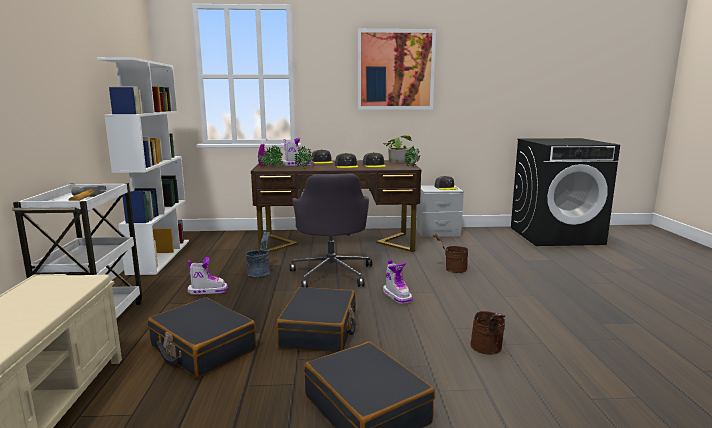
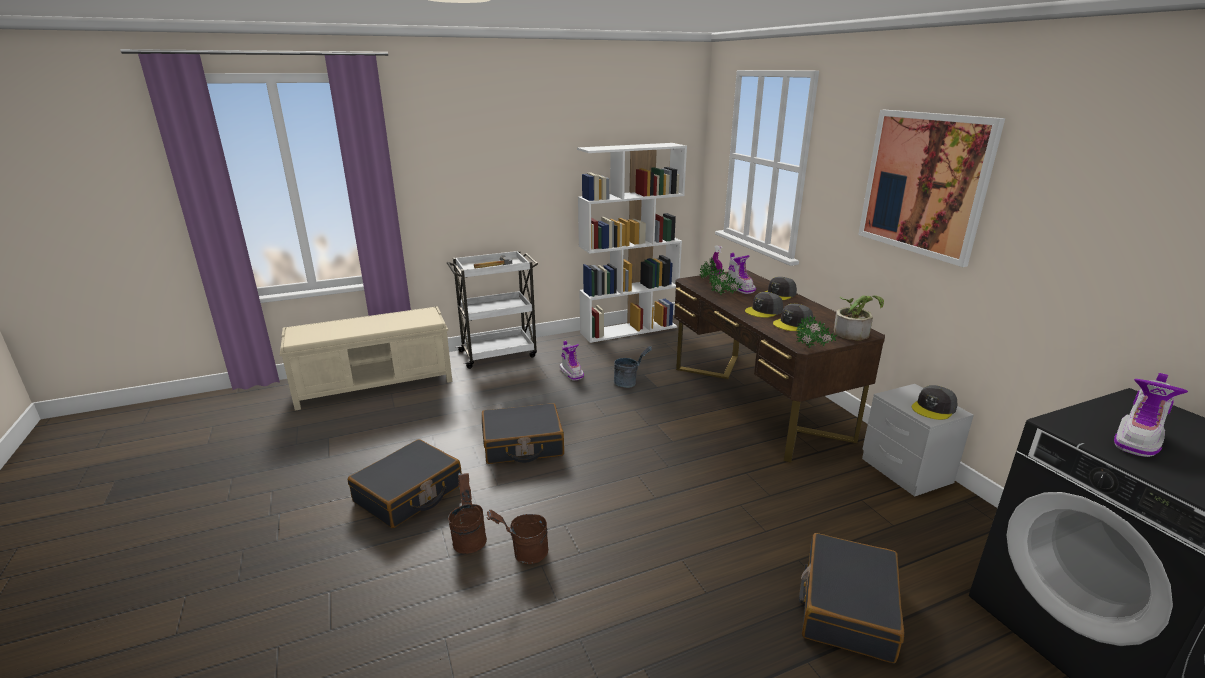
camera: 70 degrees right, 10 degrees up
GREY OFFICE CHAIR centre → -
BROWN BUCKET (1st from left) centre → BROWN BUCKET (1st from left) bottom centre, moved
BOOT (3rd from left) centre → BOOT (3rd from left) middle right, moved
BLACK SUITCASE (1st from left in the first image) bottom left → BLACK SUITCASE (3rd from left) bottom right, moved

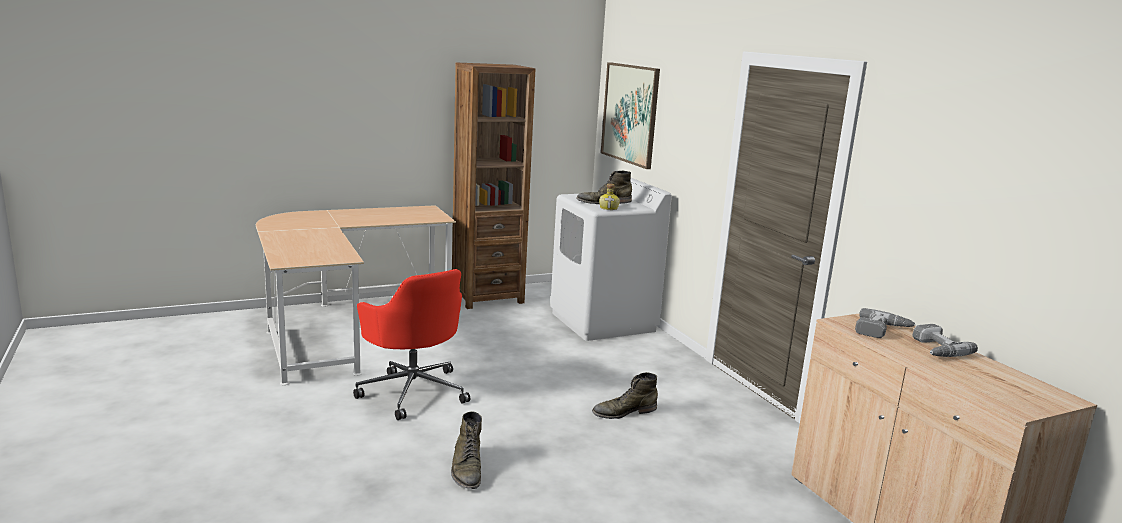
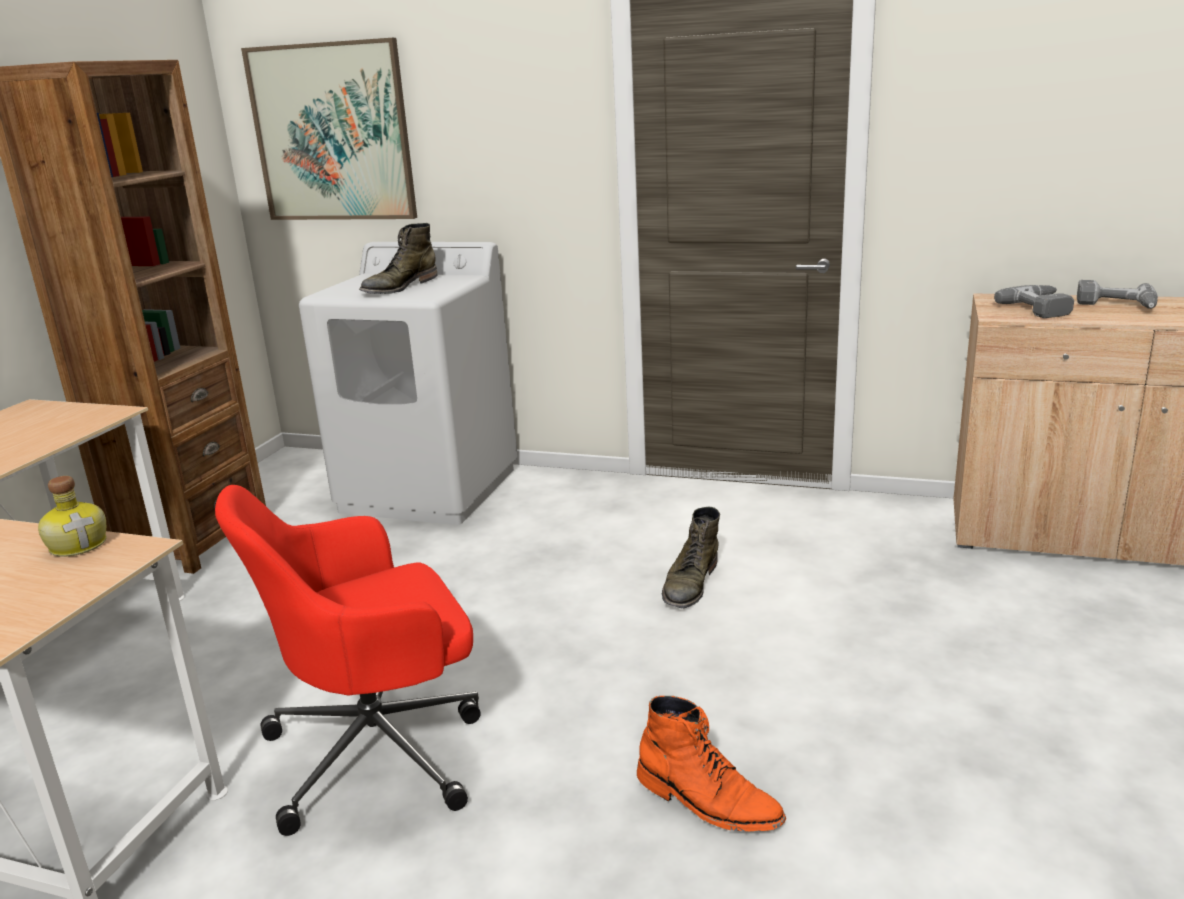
camera: 45 degrees left, 5 degrees up
BOTTLE centre → BOTTLE middle left, moved
RED OFFICE CHAIR centre → RED OFFICE CHAIR bottom left, 150 degrees clockwise
GREEN BOOT (1st from left) bottom centre → ORANGE BOOT bottom centre

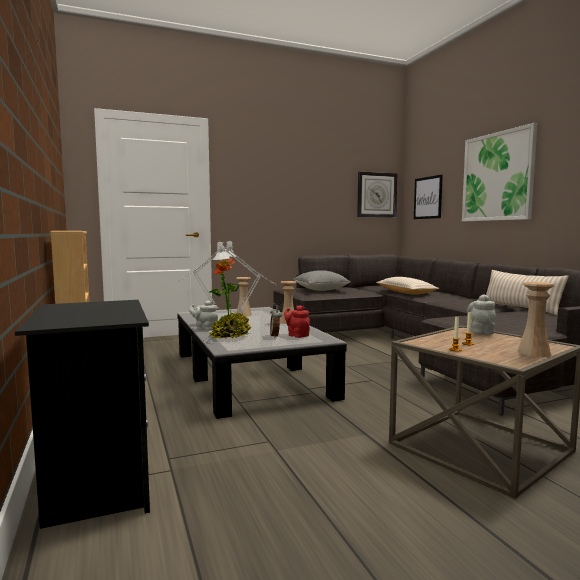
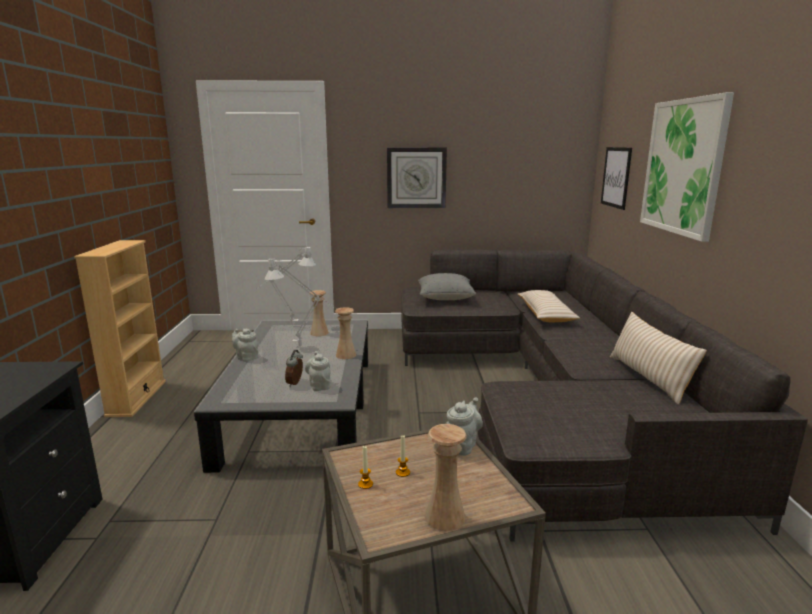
camera: 20 degrees right, 10 degrees up
WALL CLOCK centre → WALL CLOCK top centre, moved
POTTED PLANT centre → -
RED TEAPOT centre → GREY TEAPOT (2nd from left) centre

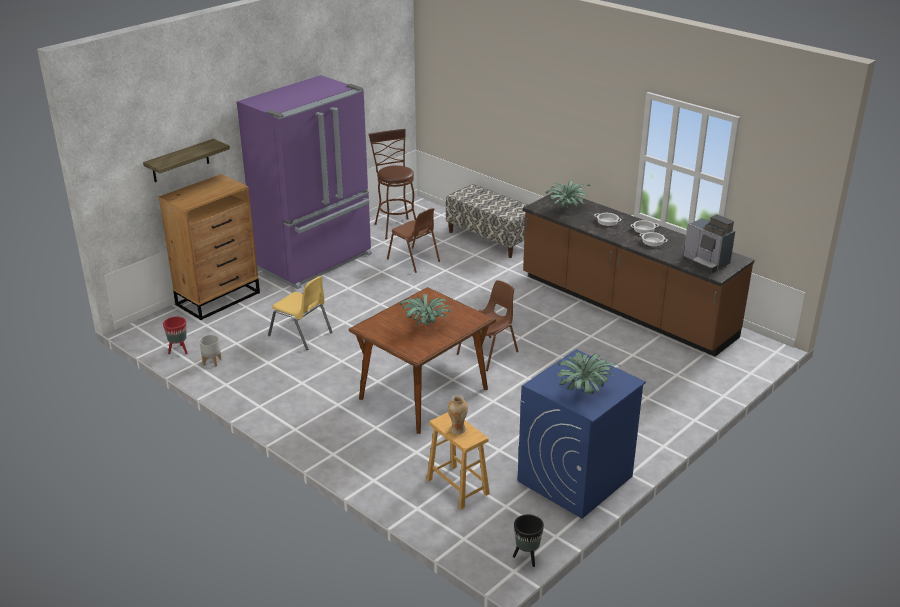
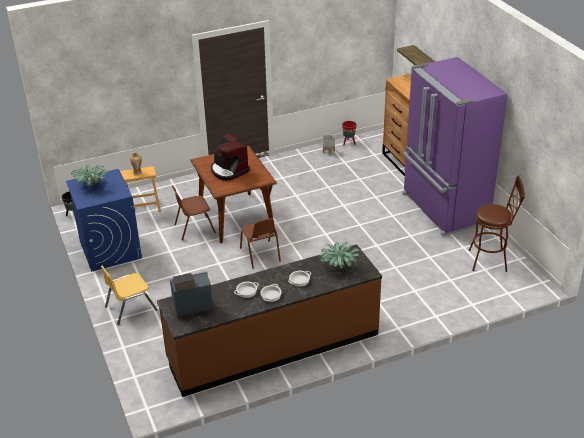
camera: 115 degrees right, 5 degrees up
BENCH centre → -
BROWN CHAIR (1st from left) centre → BROWN CHAIR (1st from left) middle left, moved
YELLOW CHAIR centre → YELLOW CHAIR bottom left, moved
POTTED PLANT (1st from left) centre → COFFEE MACHINE (2nd from left) centre

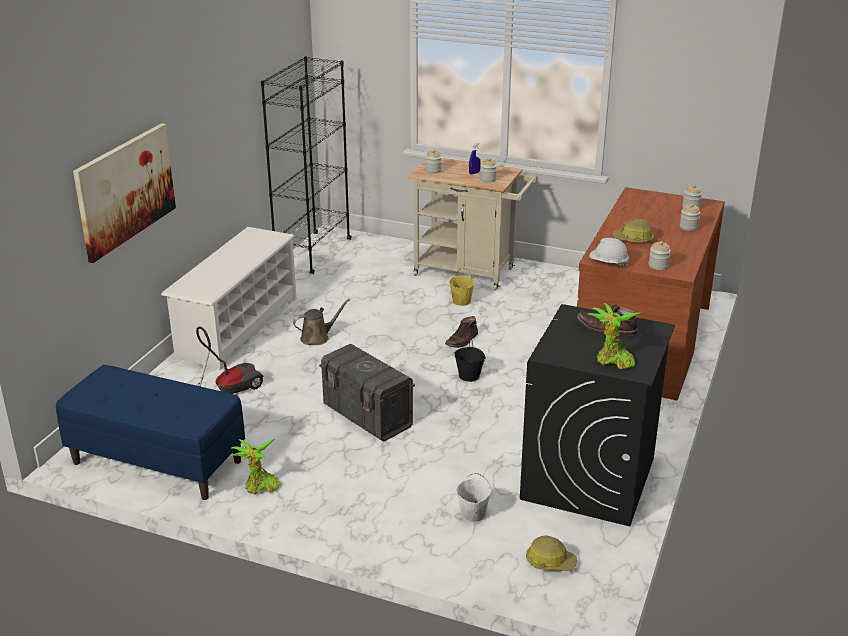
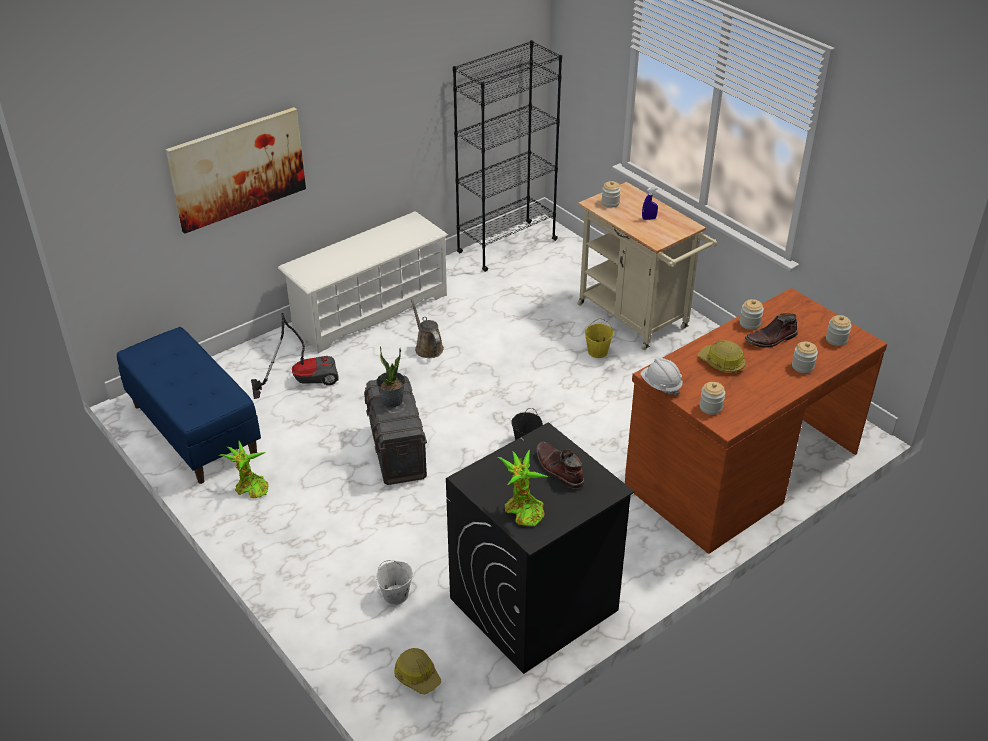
camera: 30 degrees right, 10 degrees up
JAR (2nd from left in the first image) top centre → JAR (3rd from left) middle right, moved
BROWN WATERING CAN centre, 120 degrees counterclockwise
BROWN BOOT (1st from left in the first image) centre → BROWN BOOT (2nd from left) middle right, moved
- → POTTED PLANT (2nd from left) centre

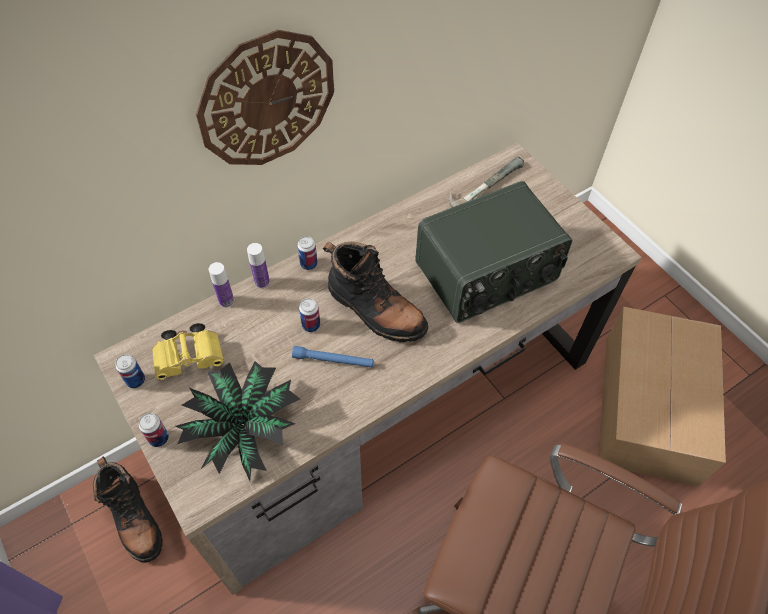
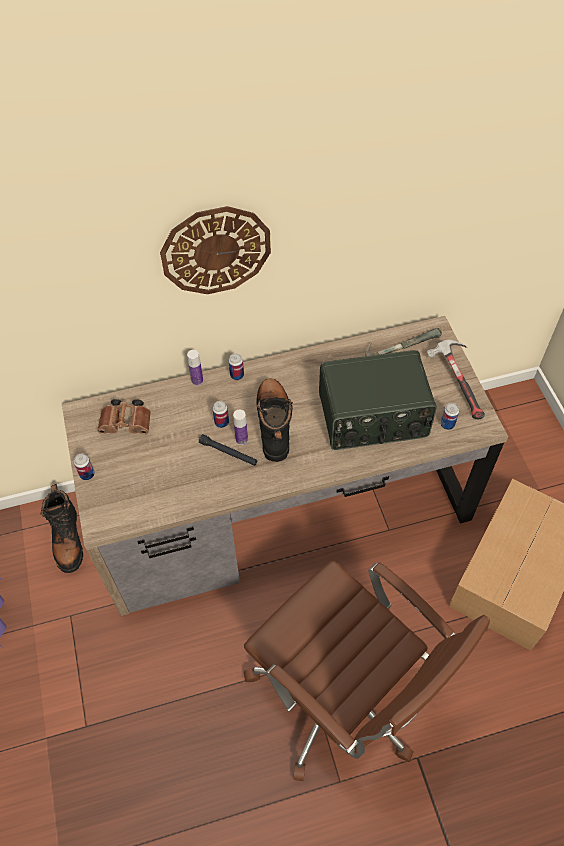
camera: 20 degrees right, 0 degrees up
BLACK BOOT (2nd from left) centre, 150 degrees counterclockwise
BOTTLE (1st from left in the first image) middle left → BOTTLE (2nd from left) centre, moved
YELLOW BINOCULARS middle left → BROWN BINOCULARS middle left
BLUE FLASHLIGHT centre → BLACK FLASHLIGHT centre
CAN (1st from left in the first image) middle left → CAN (4th from left) middle right, moved
POTTED PLANT bottom left → -
- → HAMMER (2nd from left) middle right

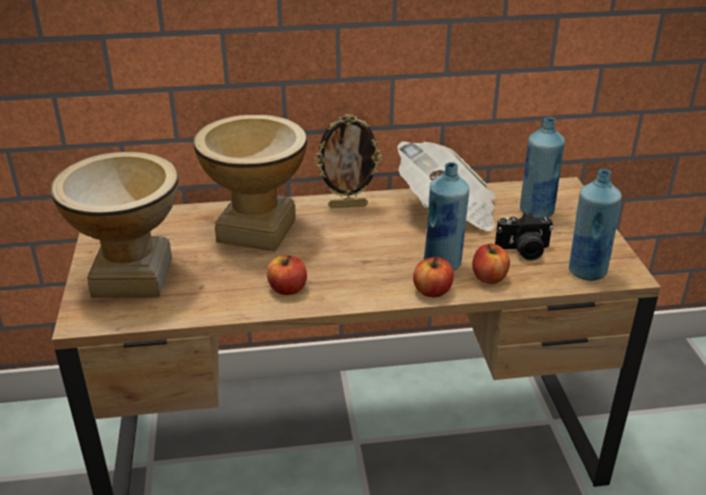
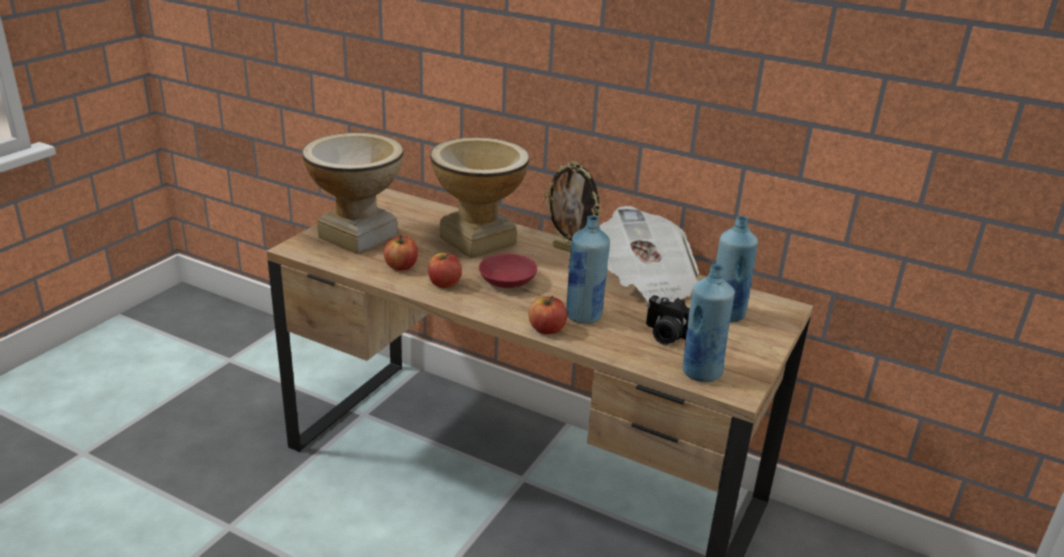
camera: 35 degrees right, 5 degrees down
APPLE (3rd from left in the first image) middle right → APPLE (1st from left) centre, moved
- → RED BOWL centre

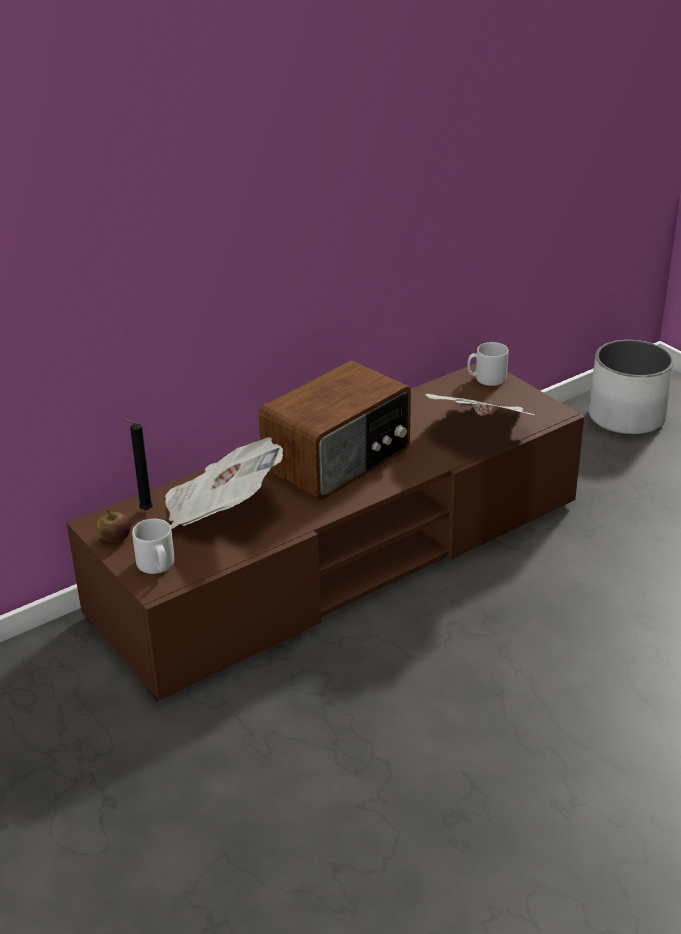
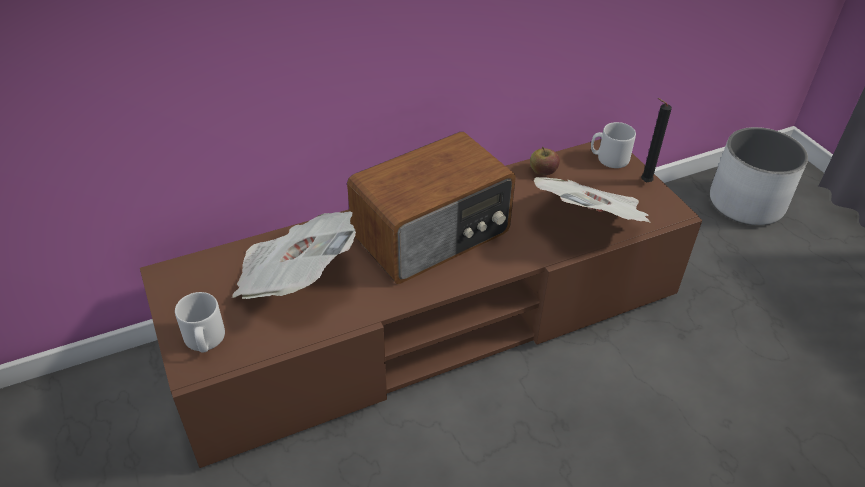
camera: 10 degrees right, 10 degrees up
BLACK CANDLE middle left → BLACK CANDLE top right, moved
APPLE middle left → APPLE top centre, moved

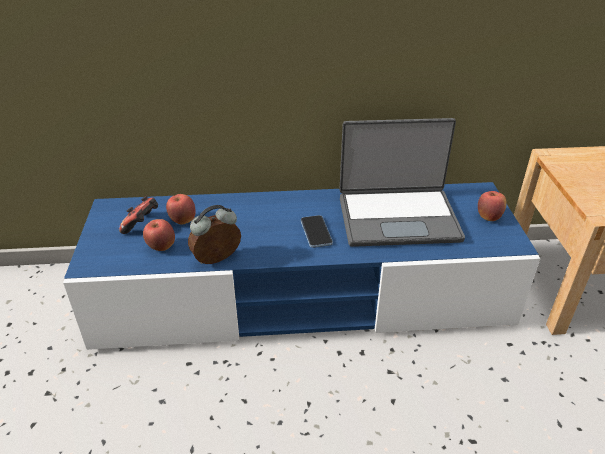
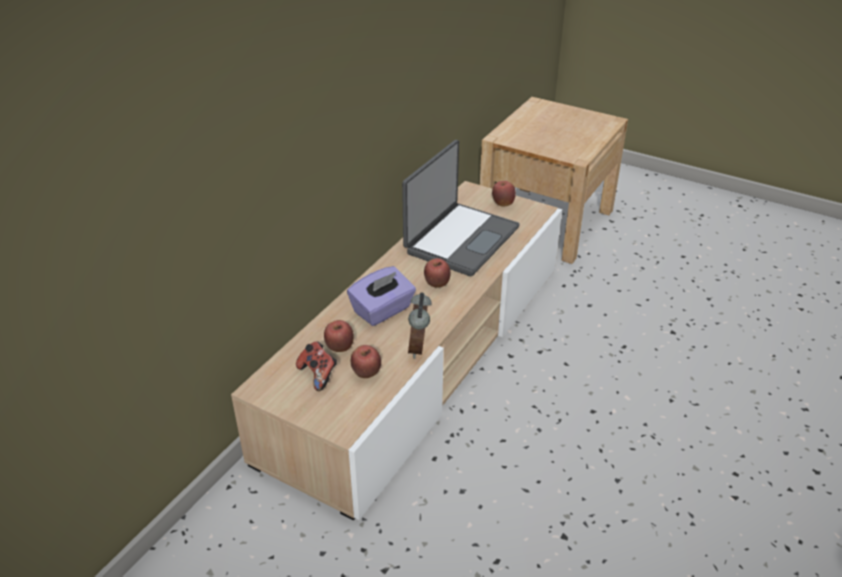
camera: 55 degrees left, 0 degrees up
BLUE TV STAND centre → BEIGE TV STAND centre
PHONE centre → APPLE (3rd from left) centre
- → PURPLE TISSUE BOX centre

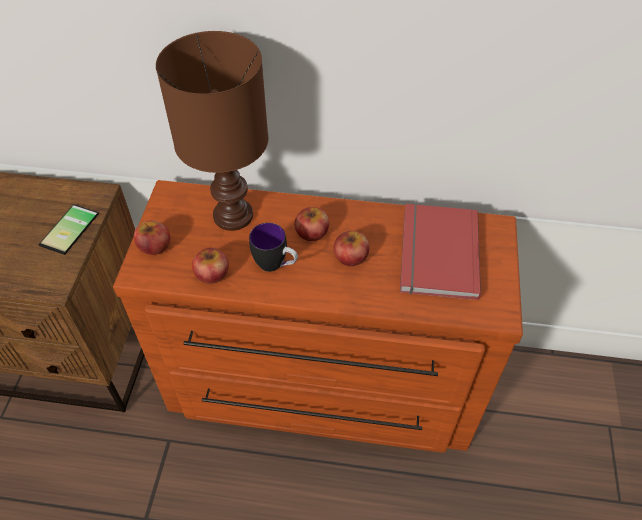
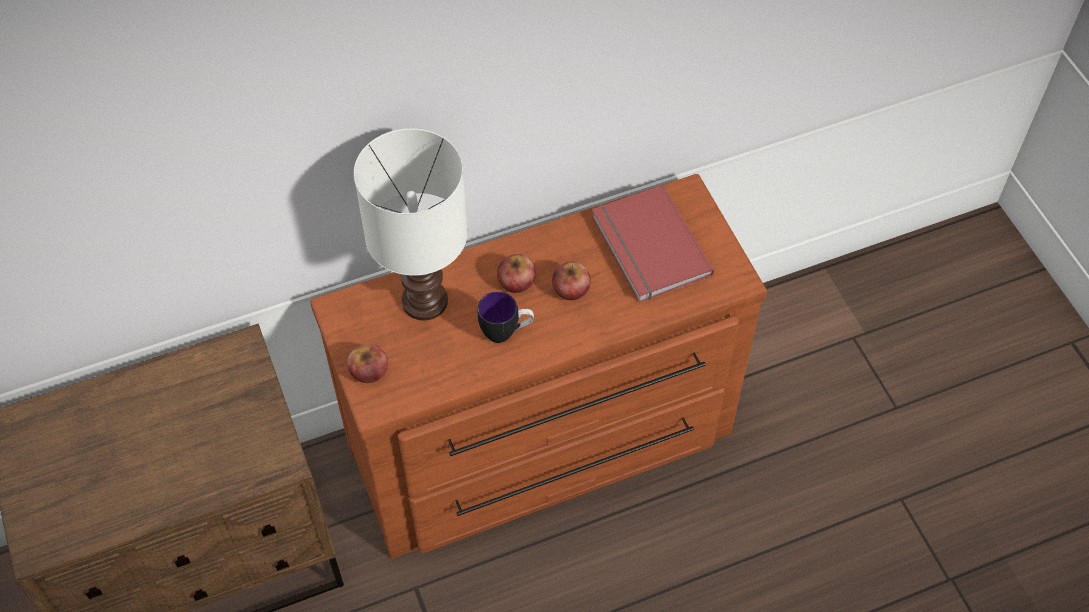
camera: 30 degrees left, 5 degrees up
BROWN TABLE LAMP top left → WHITE TABLE LAMP centre
PHONE middle left → -
APPLE (2nd from left) middle left → -

